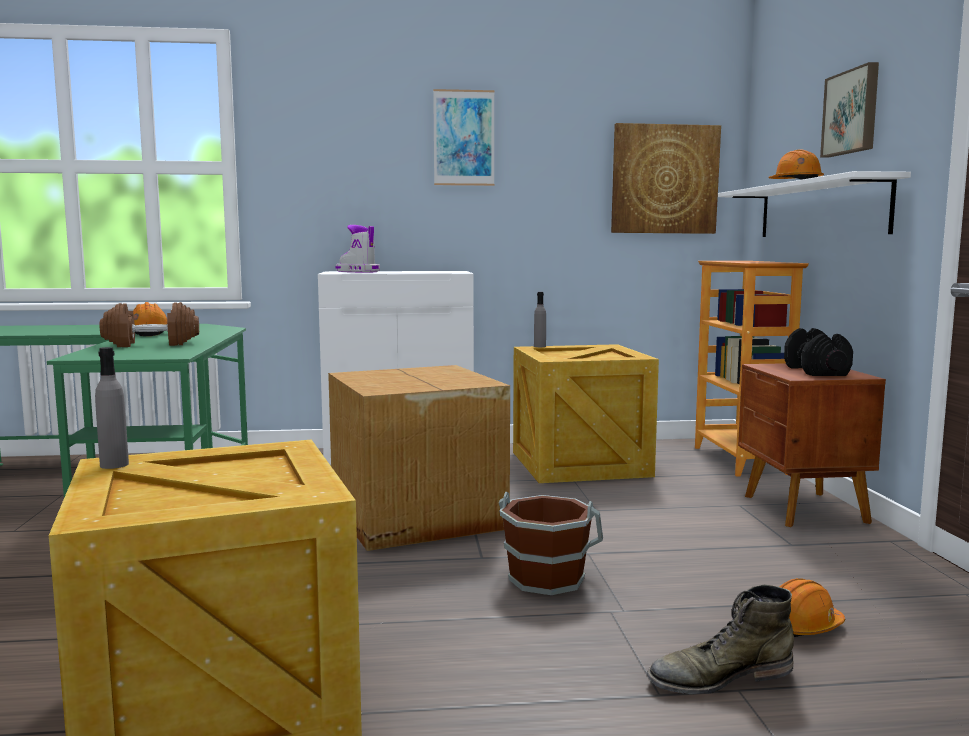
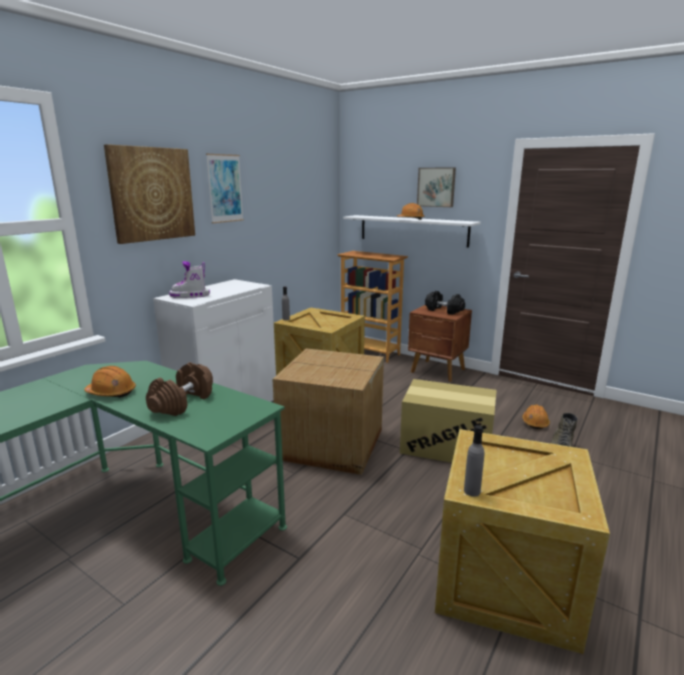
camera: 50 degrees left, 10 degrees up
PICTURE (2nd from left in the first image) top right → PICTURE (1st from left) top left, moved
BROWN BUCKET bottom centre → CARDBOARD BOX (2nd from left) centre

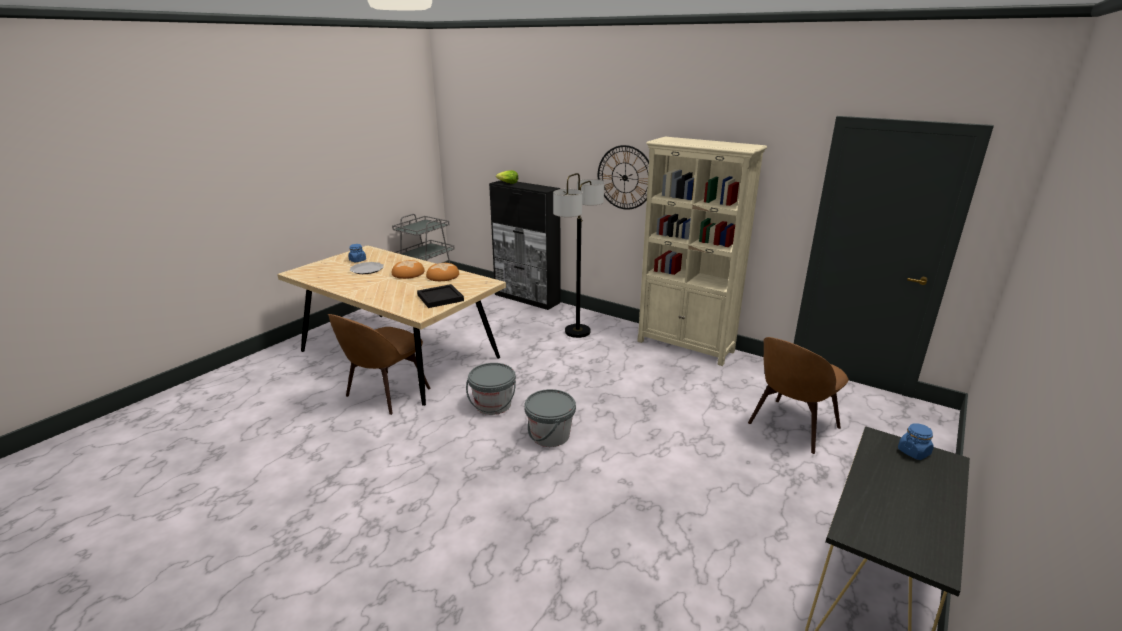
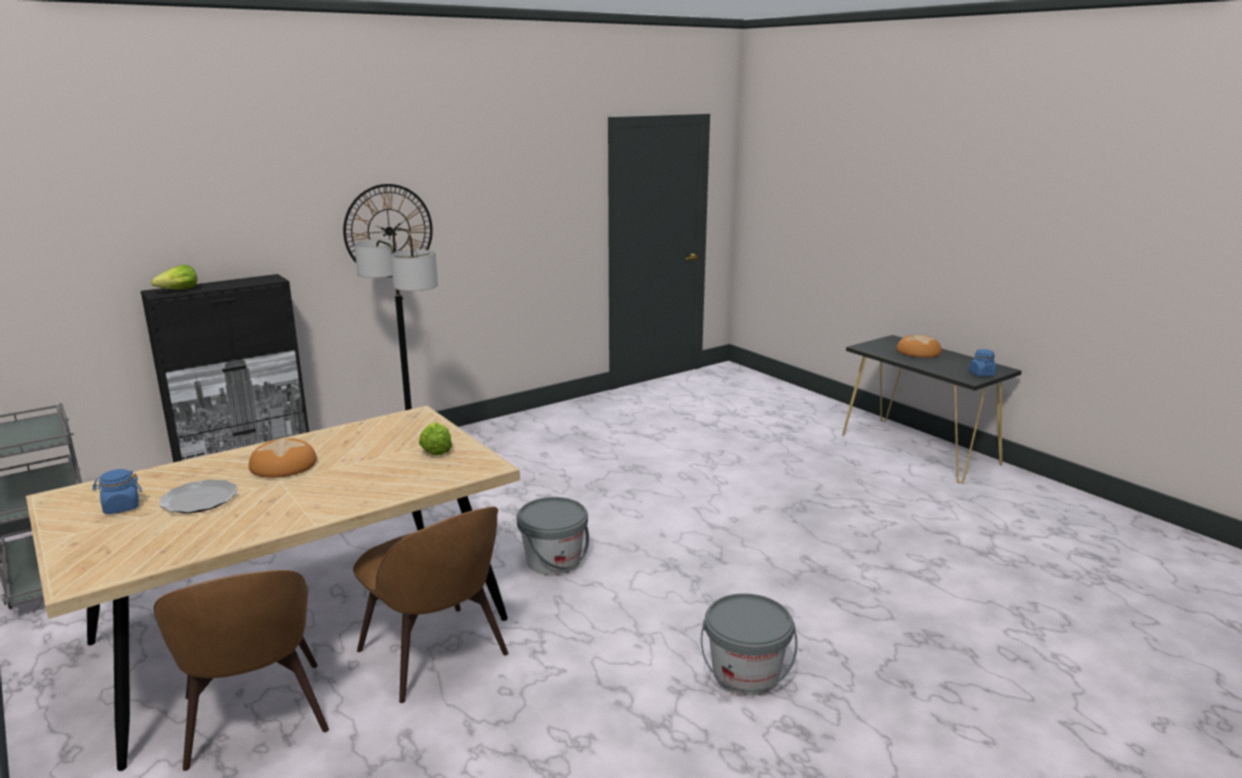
camera: 70 degrees left, 5 degrees down
BEIGE BOOKCASE centre → -
BREAD (2nd from left) centre → BREAD (2nd from left) middle right, moved
BLACK TRAY centre → LETTUCE (2nd from left) centre
BROWN CHAIR (2nd from left in the first image) middle right → BROWN CHAIR (1st from left) bottom left, moved
GREY BUCKET (2nd from left) centre → GREY BUCKET (2nd from left) bottom centre, moved
BLUE JAR (2nd from left) bottom right → BLUE JAR (2nd from left) middle right, moved

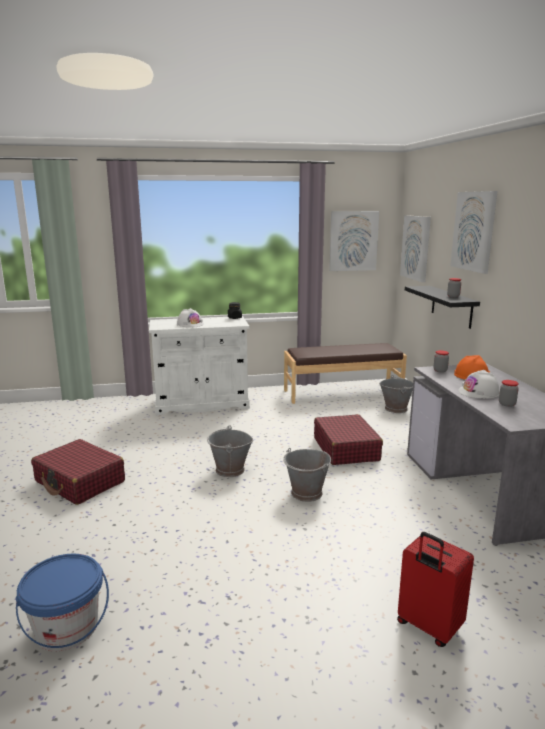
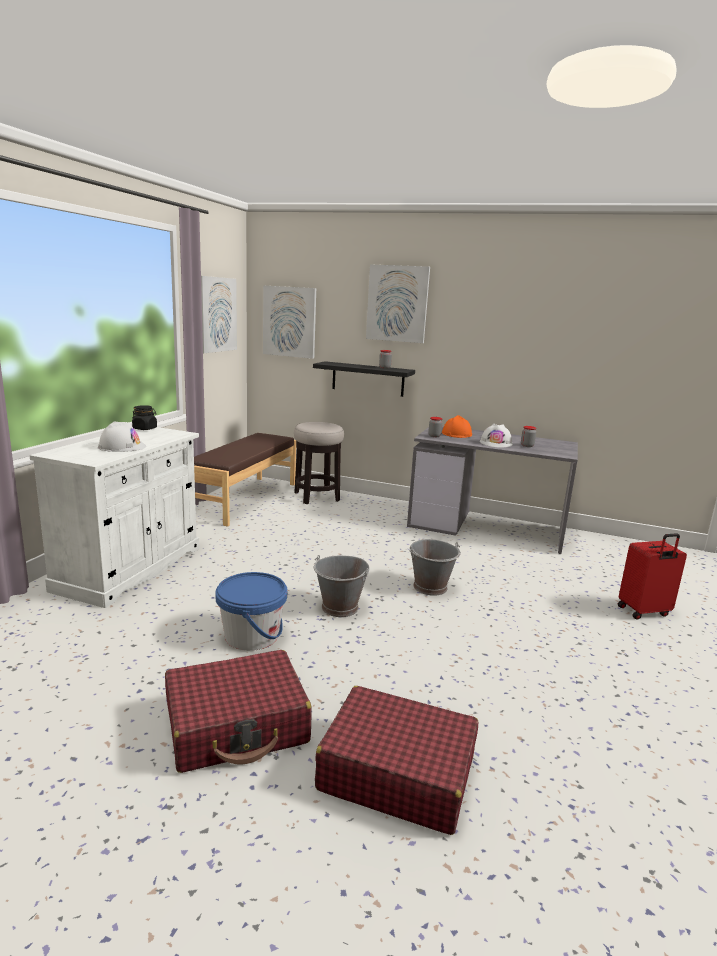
camera: 60 degrees left, 0 degrees up
GREY BUCKET (3rd from left) middle right → STOOL centre
RED SUITCASE (2nd from left) centre → RED SUITCASE (2nd from left) bottom centre, moved
BLUE BUCKET bottom left → BLUE BUCKET centre, moved

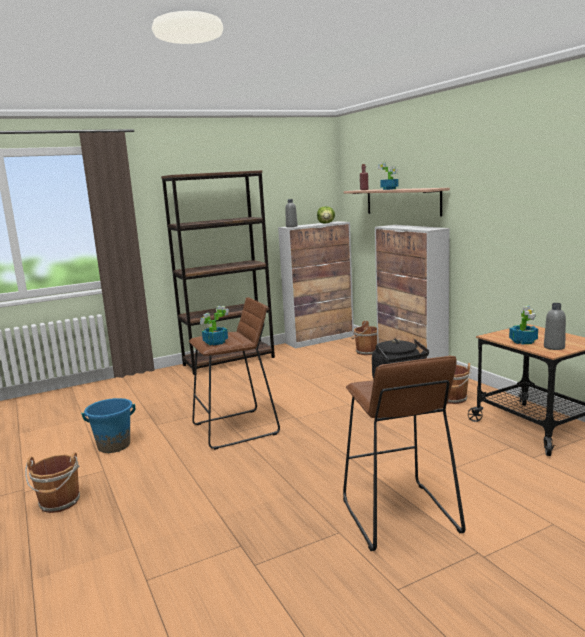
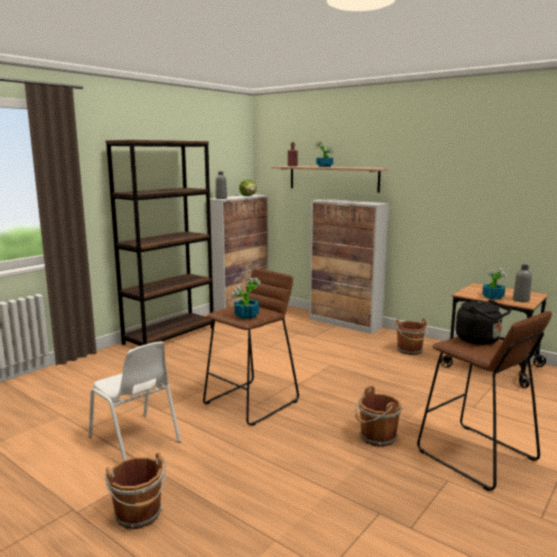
camera: 25 degrees left, 0 degrees up
BROWN BUCKET (2nd from left) centre → BROWN BUCKET (2nd from left) bottom right, moved
BLUE BUCKET bottom left → WHITE CHAIR bottom left

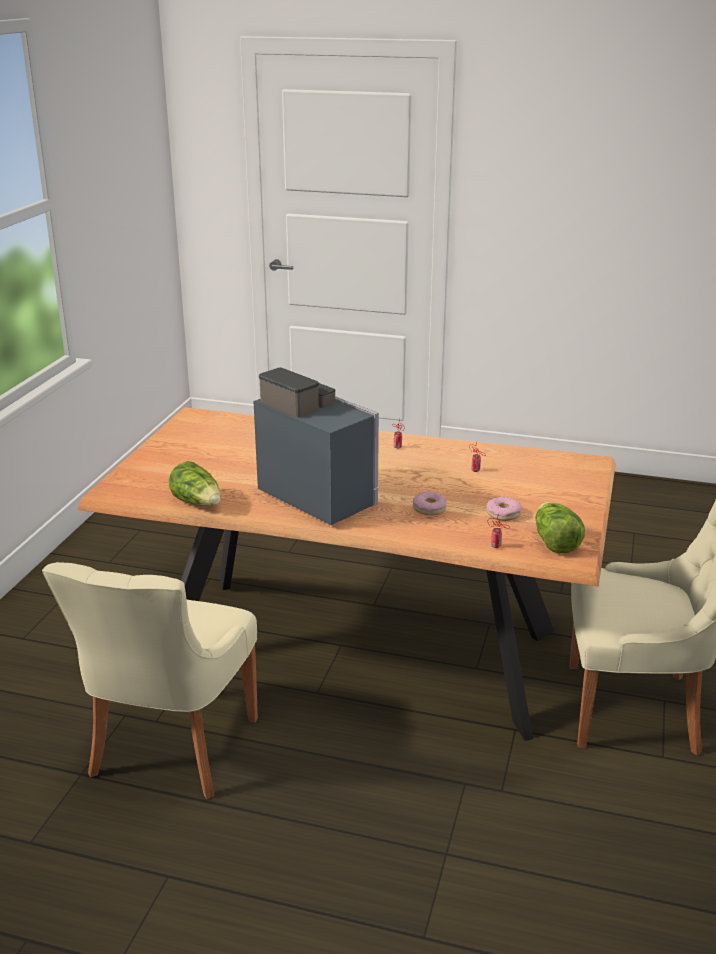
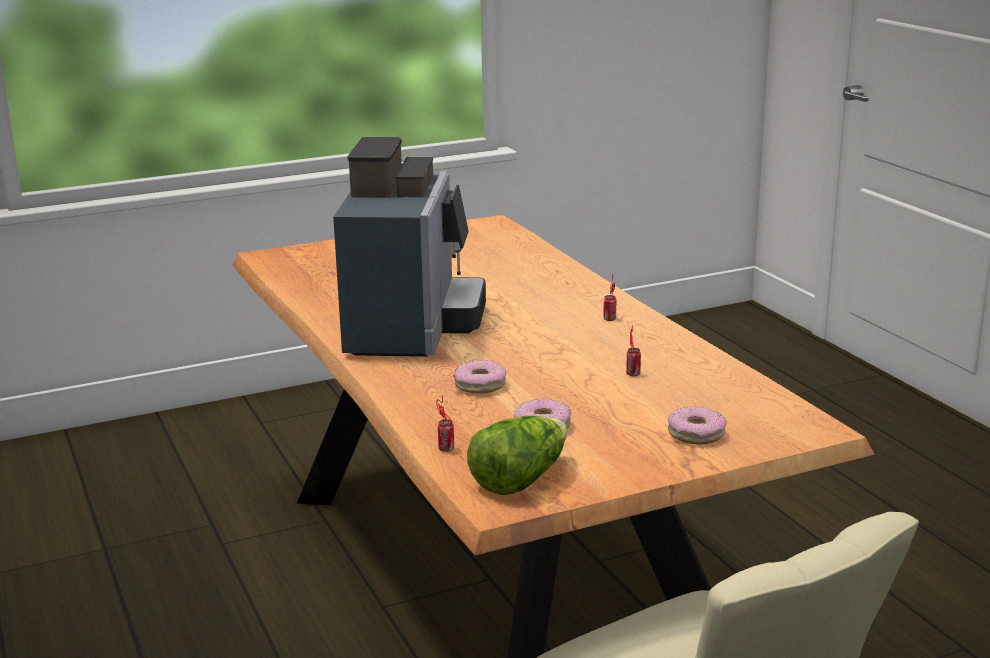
camera: 50 degrees right, 5 degrees down
LETTUCE (1st from left) middle left → -
BEIGE CHAIR (1st from left) bottom left → -
- → DONUT (3rd from left) middle right

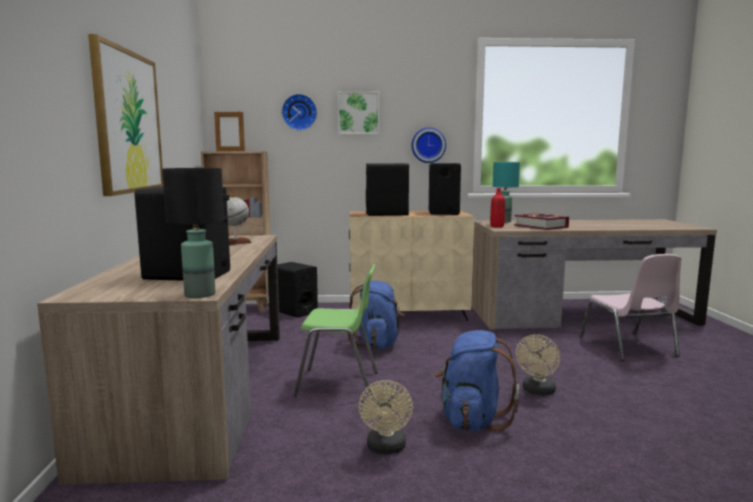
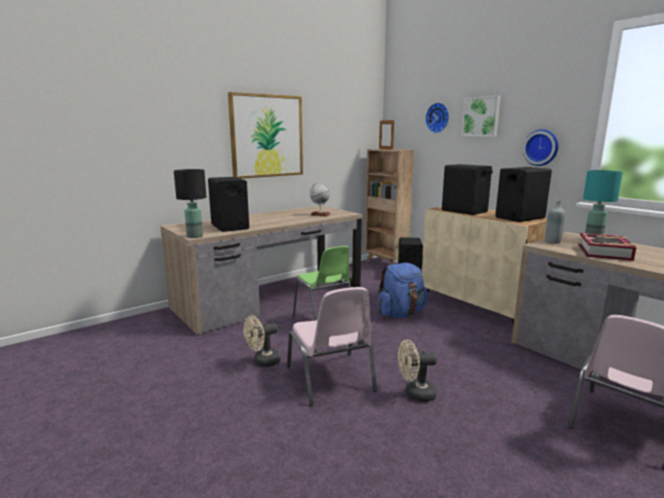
camera: 55 degrees right, 5 degrees up
RED BOTTLE centre → GREY BOTTLE middle right
BLUE BACKPACK (2nd from left) bottom centre → PINK CHAIR (1st from left) bottom centre

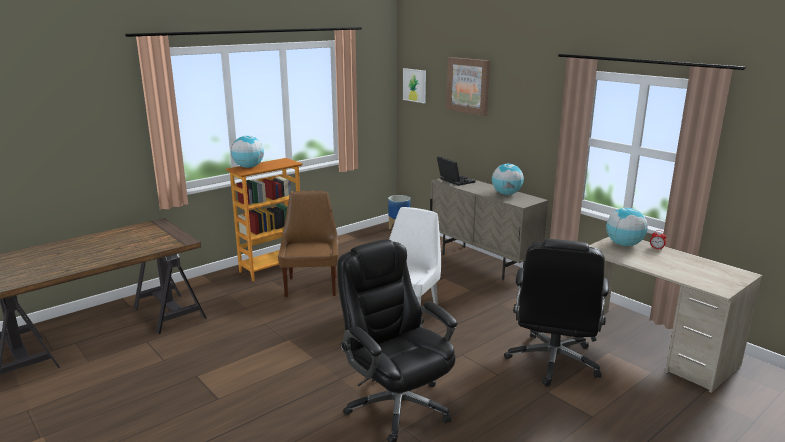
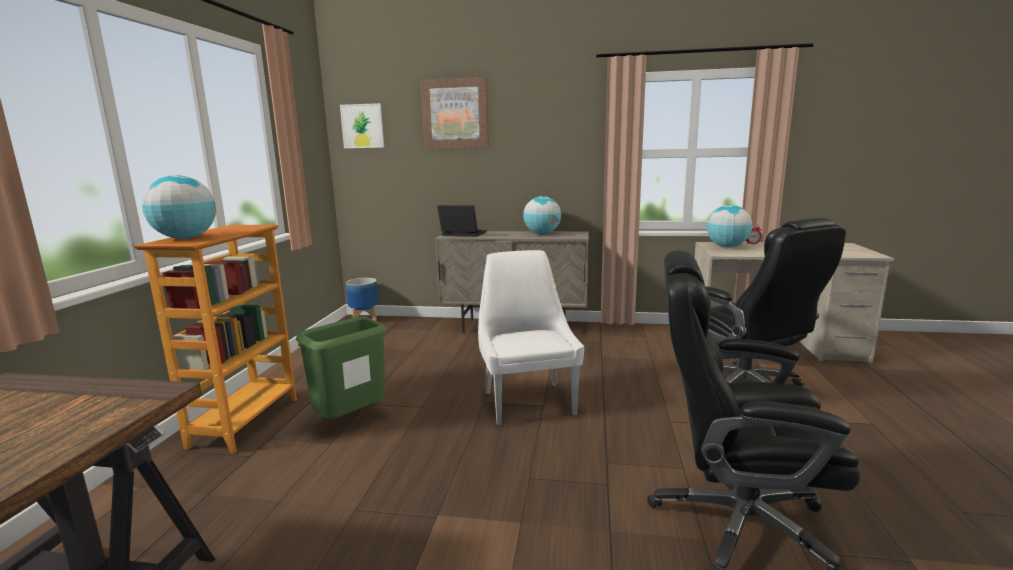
camera: 40 degrees left, 5 degrees down
BROWN CHAIR centre → GREEN TRASH CAN centre

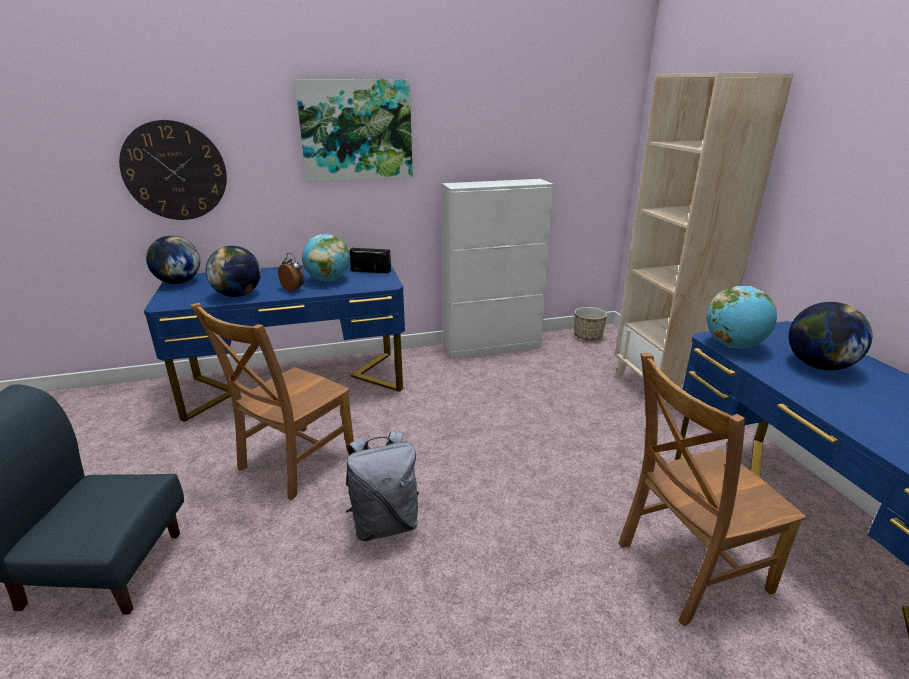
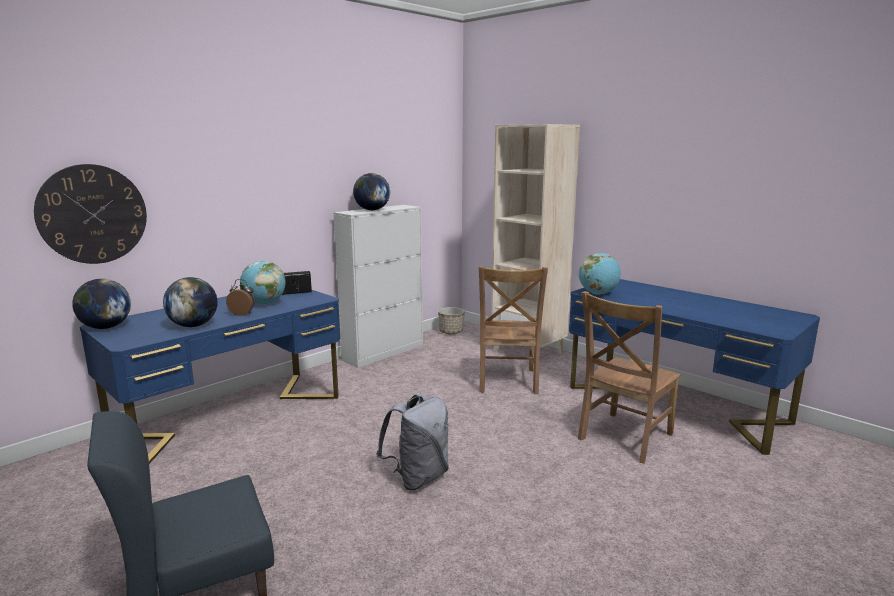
camera: 30 degrees left, 10 degrees down
PICTURE top centre → -
GLOBE (5th from left in the first image) middle right → GLOBE (4th from left) top centre, moved
BROWN CHAIR (1st from left) middle left → BROWN CHAIR (1st from left) centre, moved

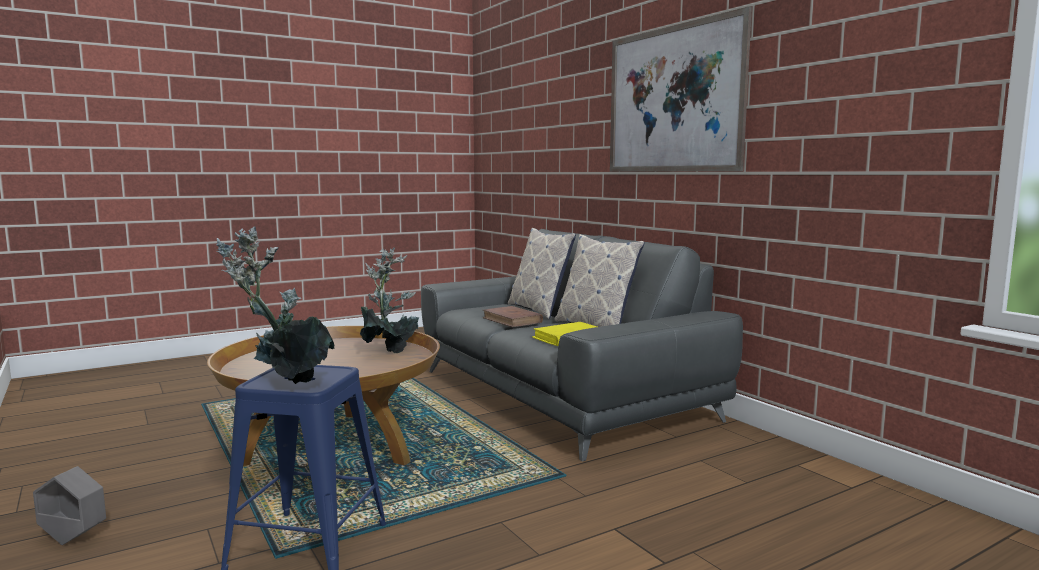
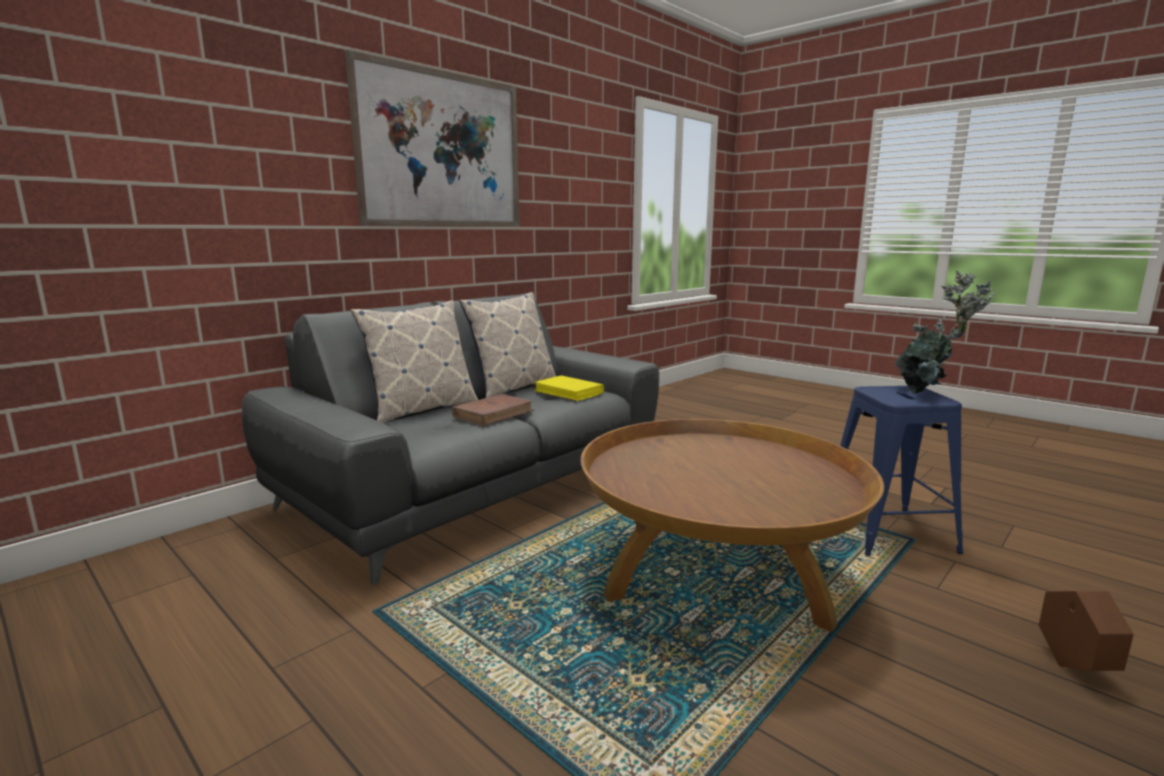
camera: 105 degrees left, 5 degrees up
POTTED PLANT (2nd from left) centre → -
GREY PLANTER bottom left → BROWN PLANTER bottom right

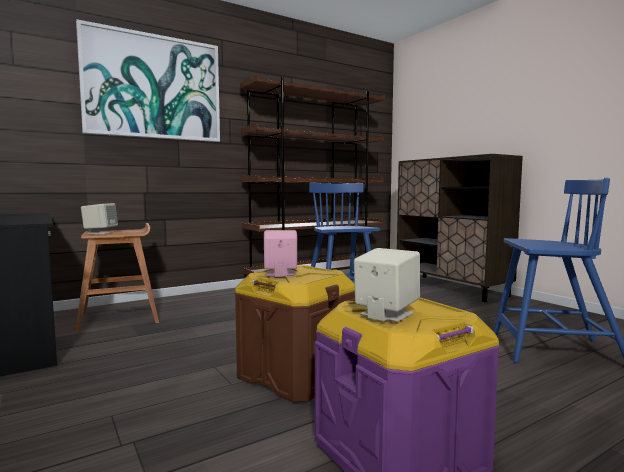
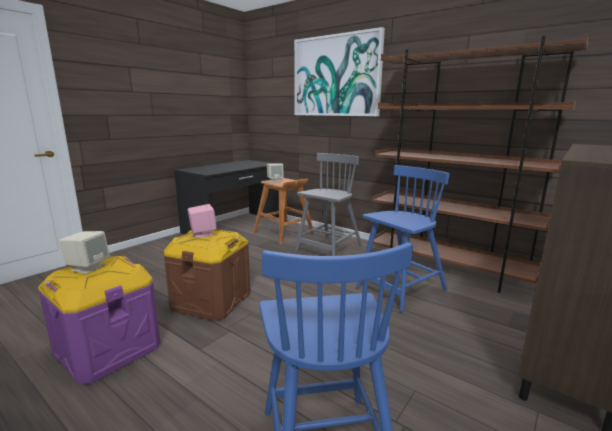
camera: 70 degrees right, 10 degrees up
- → GREY CHAIR centre

